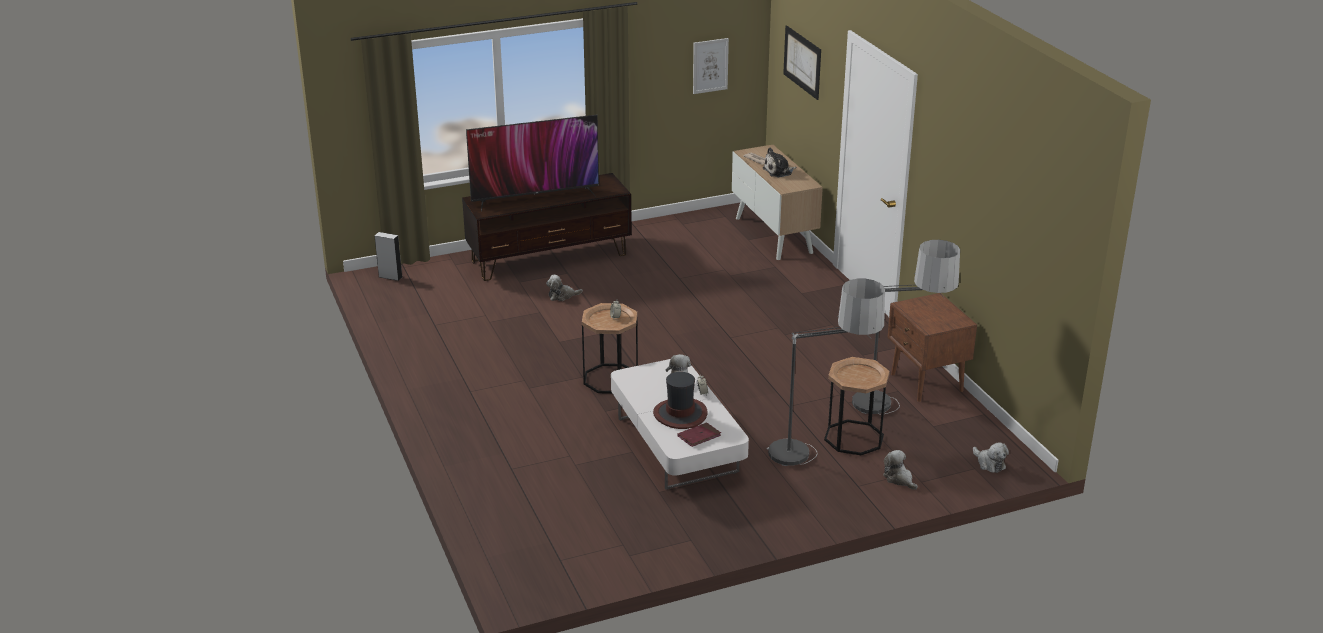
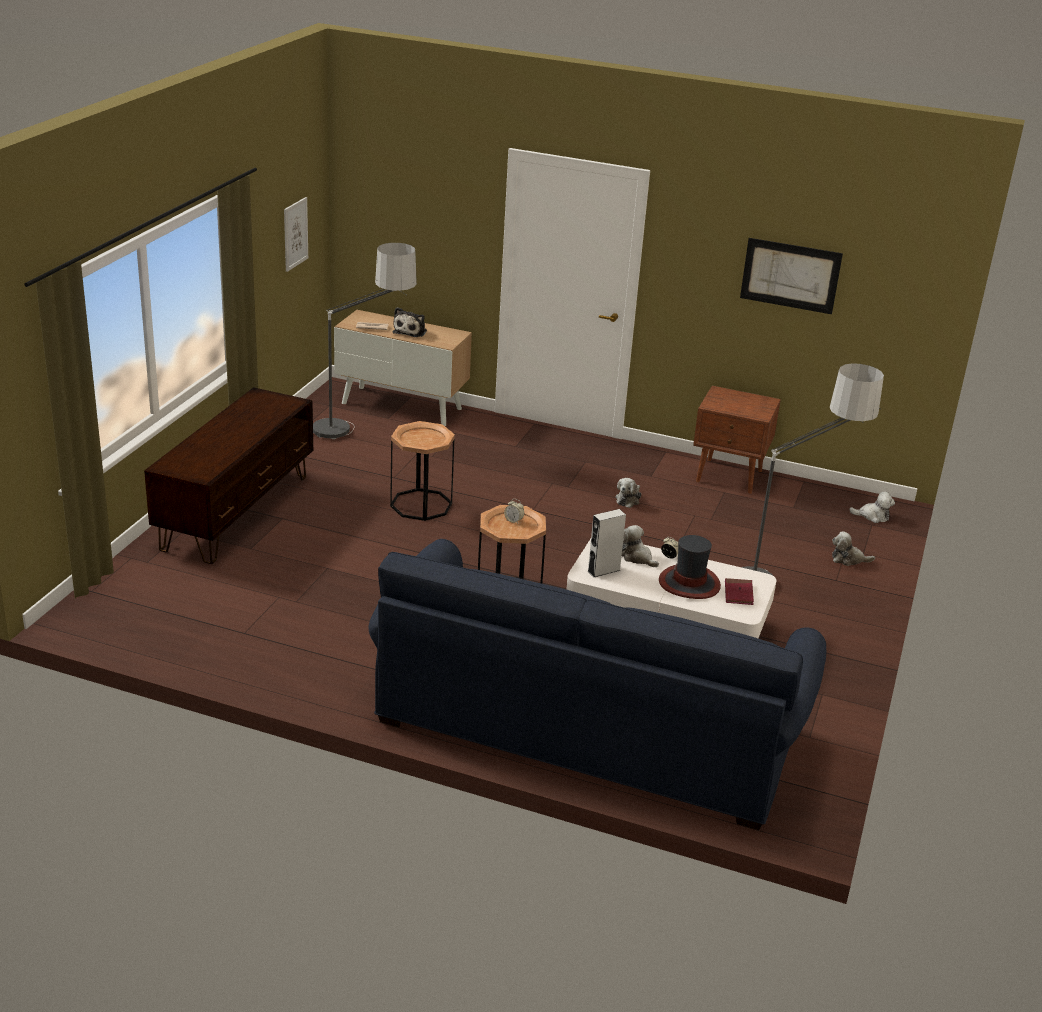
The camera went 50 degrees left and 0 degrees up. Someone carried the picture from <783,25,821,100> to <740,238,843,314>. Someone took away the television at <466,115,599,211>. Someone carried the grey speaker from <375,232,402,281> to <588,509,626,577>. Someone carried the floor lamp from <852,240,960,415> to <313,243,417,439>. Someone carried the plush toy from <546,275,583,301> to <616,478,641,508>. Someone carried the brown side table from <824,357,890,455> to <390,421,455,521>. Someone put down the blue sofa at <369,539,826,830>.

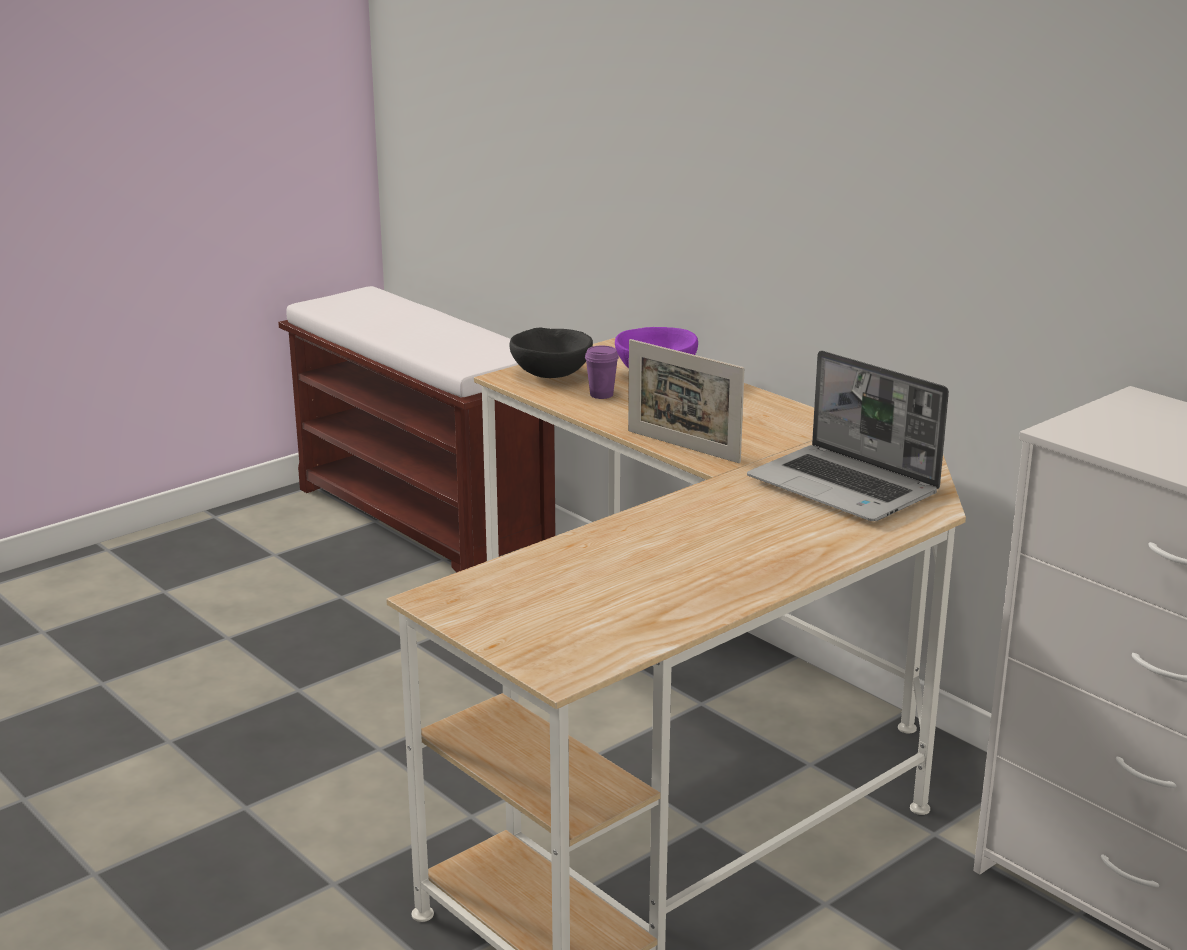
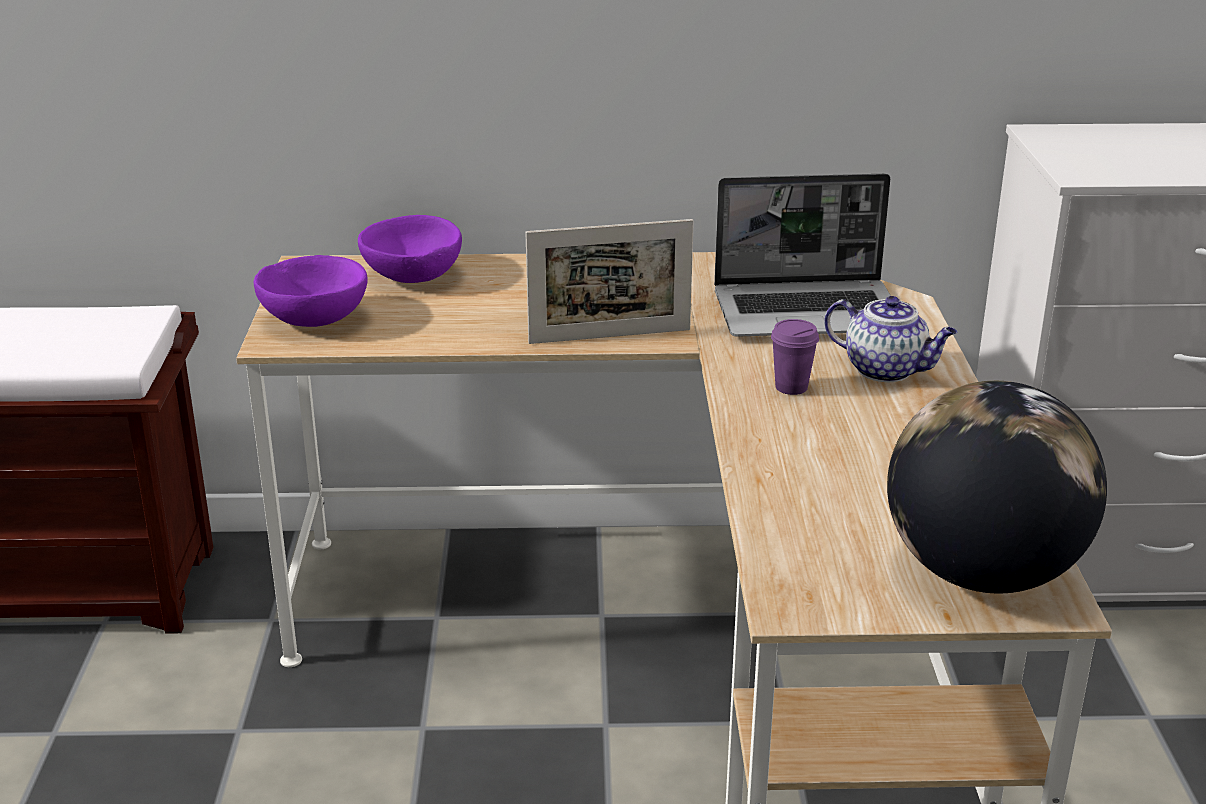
The camera went 50 degrees left and 5 degrees up. Someone repainted the black bowl at <510,328,593,378>, which became the purple bowl at <254,255,368,327>. Someone carried the purple cup from <585,346,619,399> to <771,319,819,395>. Someone put down the teapot at <824,296,957,382>. Someone put down the globe at <887,381,1107,594>.

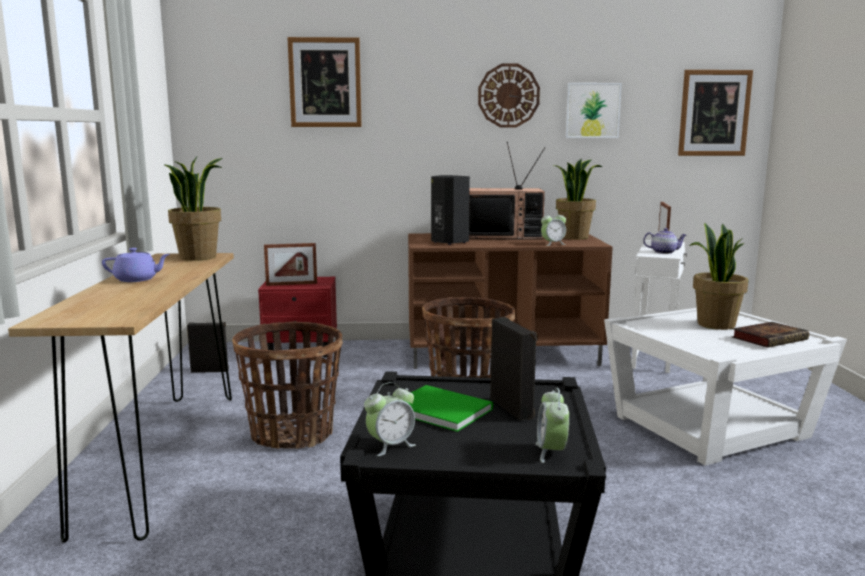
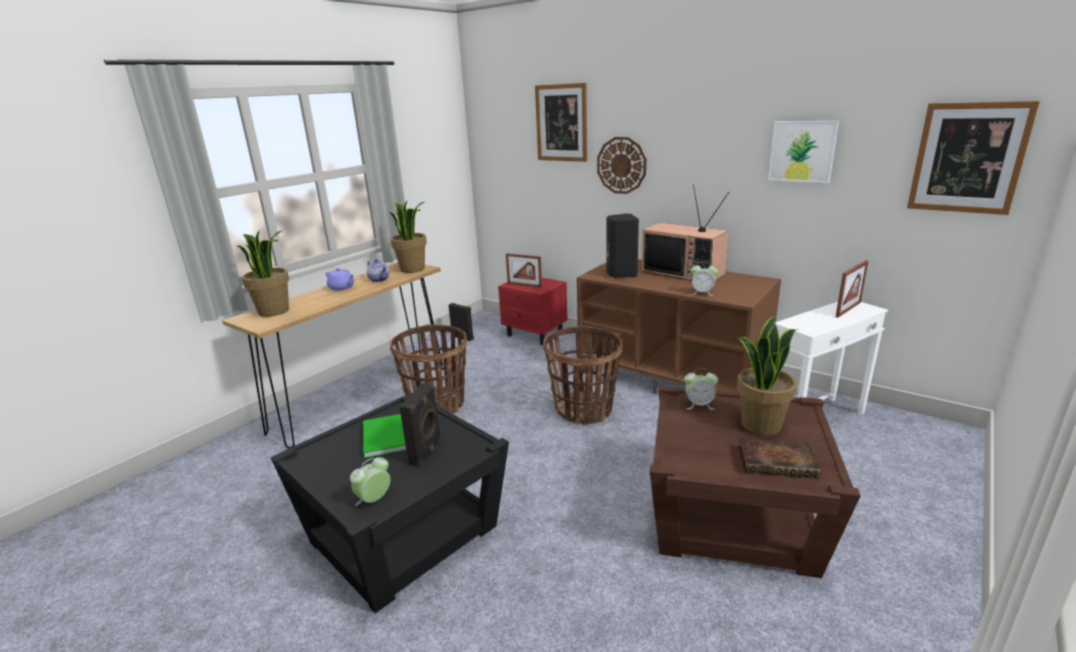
The camera went 40 degrees right and 10 degrees up. Someone carried the wall clock from <478,64,540,128> to <597,137,646,194>. Someone carried the potted plant from <554,158,602,239> to <237,230,289,317>. Someone carried the teapot from <643,228,686,254> to <366,259,389,282>. Someone repainted the white side table at <604,308,847,466>, which became the brown side table at <650,386,861,578>. Someone carried the alarm clock from <364,382,416,456> to <684,368,718,410>.

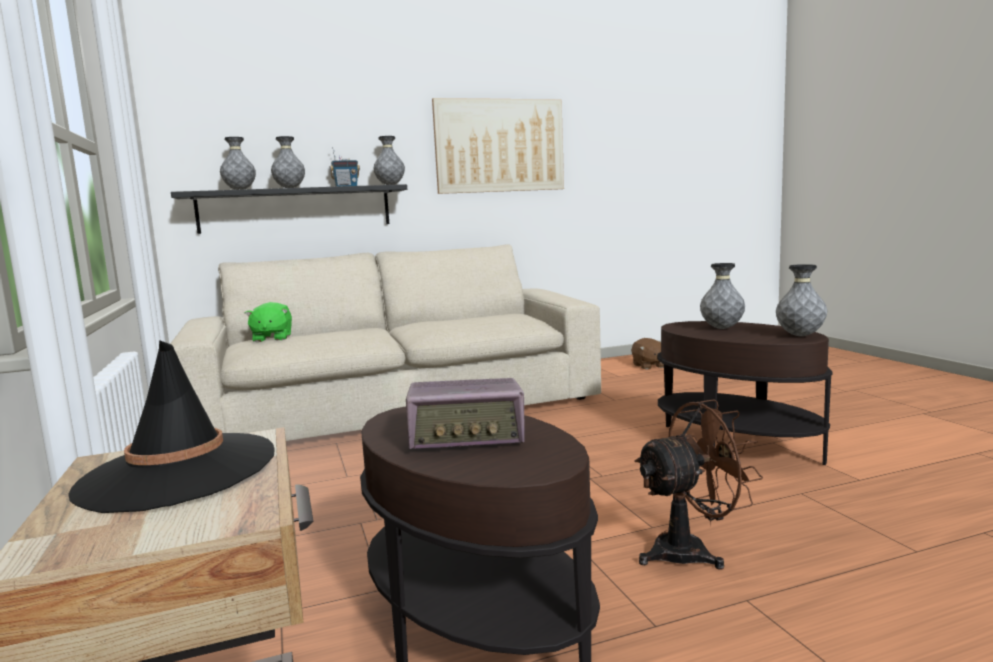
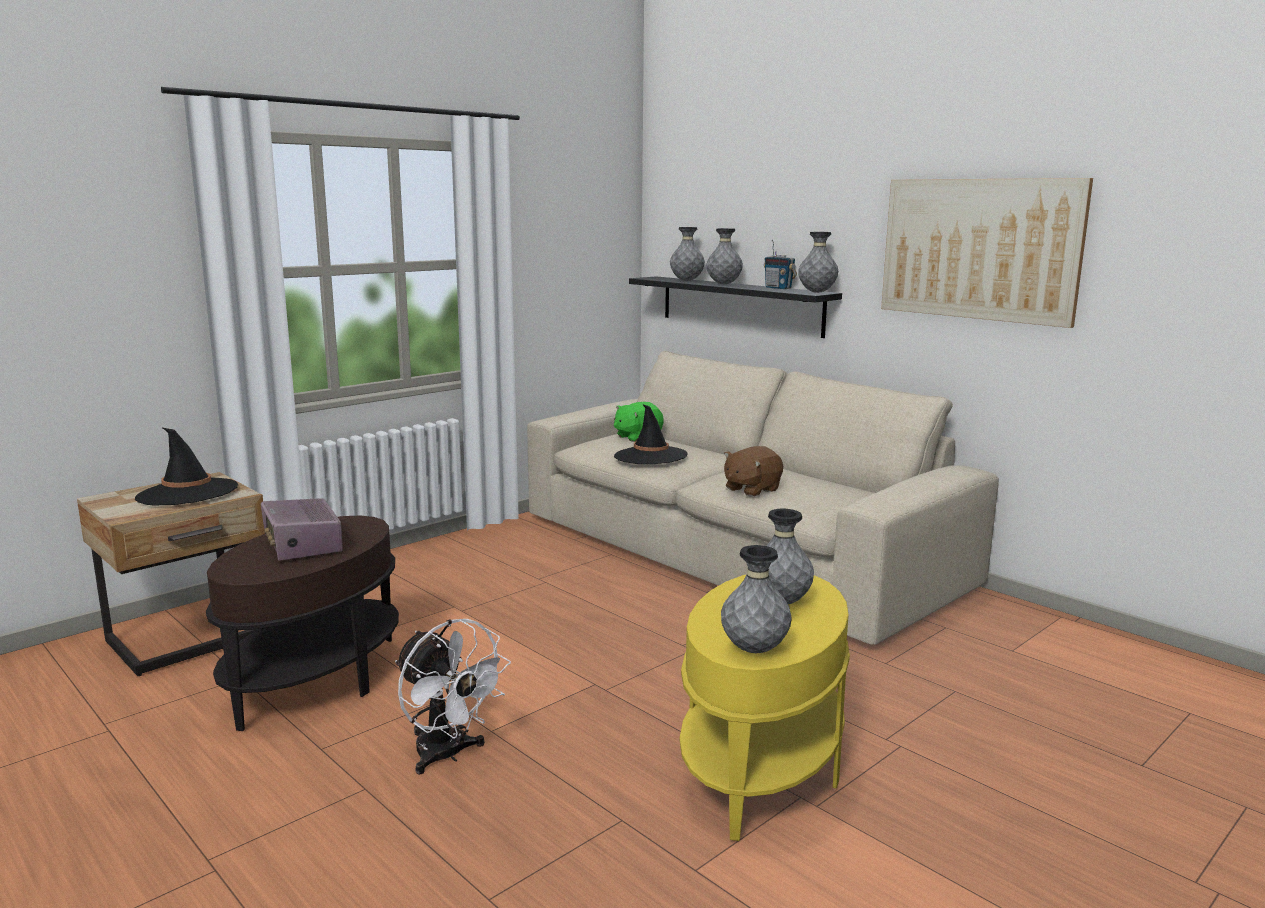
The camera went 65 degrees right and 5 degrees up. Someone repainted the brown side table at <658,321,833,465>, which became the yellow side table at <680,575,850,841>. Someone carried the brown plush toy from <631,338,664,370> to <724,446,783,497>. Someone repainted the brown fan at <634,399,763,570>, which became the white fan at <395,619,511,775>. Someone put down the black hat at <614,404,688,464>.

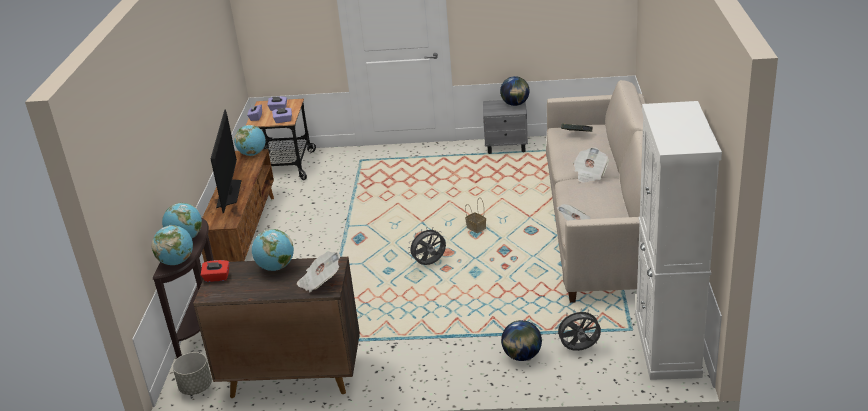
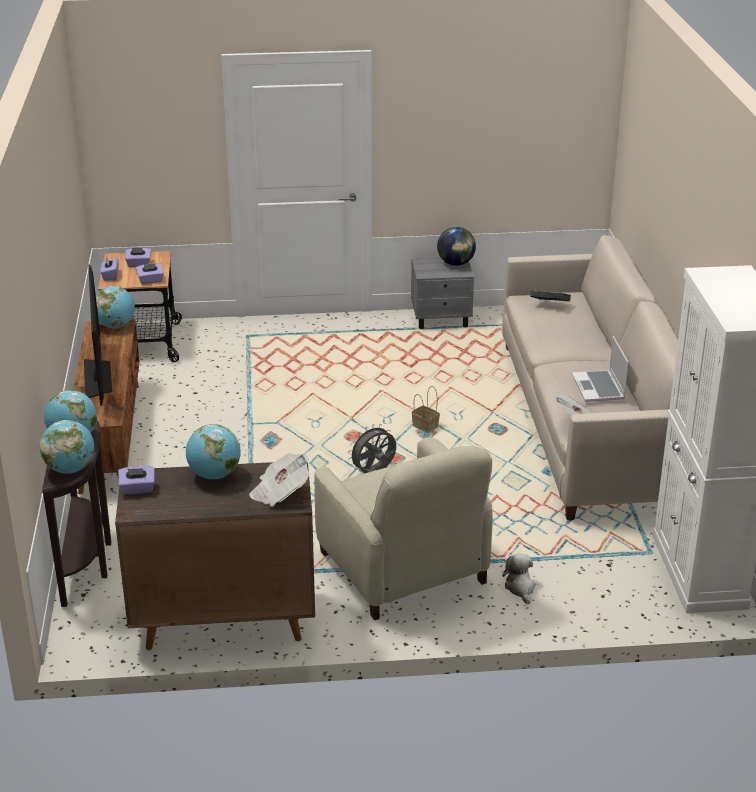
The camera went 10 degrees left and 0 degrees up. Someone took away the newspaper at <573,147,609,183>. Someone repainted the red tissue box at <201,260,229,282>, which became the purple tissue box at <118,466,155,495>. Someone took away the grey fan at <555,308,601,351>. Someone swapped the globe at <501,320,542,361> for the plush toy at <502,554,536,604>. Someone took away the grey planter at <172,352,212,395>. Someone put down the laptop at <572,336,628,402>. Someone put down the beige armchair at <314,437,493,620>.

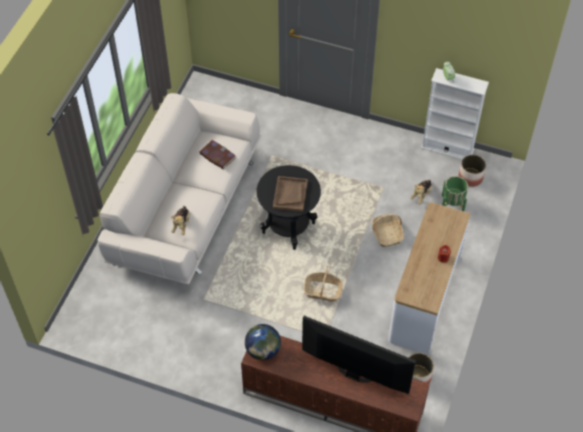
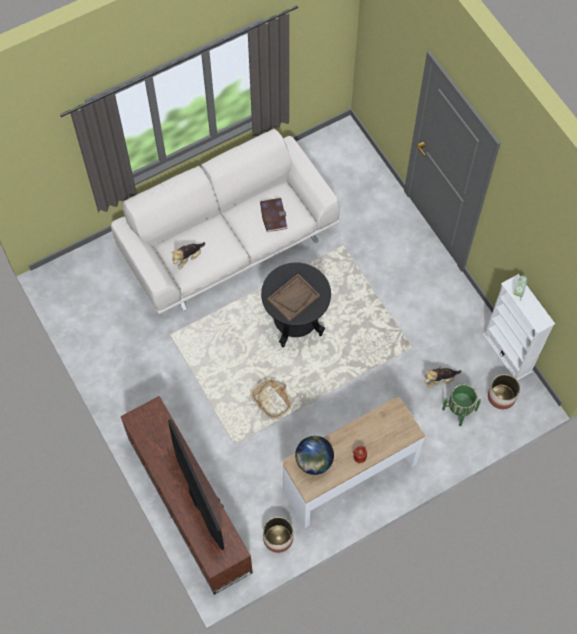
The camera went 40 degrees right and 10 degrees up. Someone took away the basket at <372,214,404,247>. Someone carried the globe from <245,324,281,360> to <295,436,334,475>.

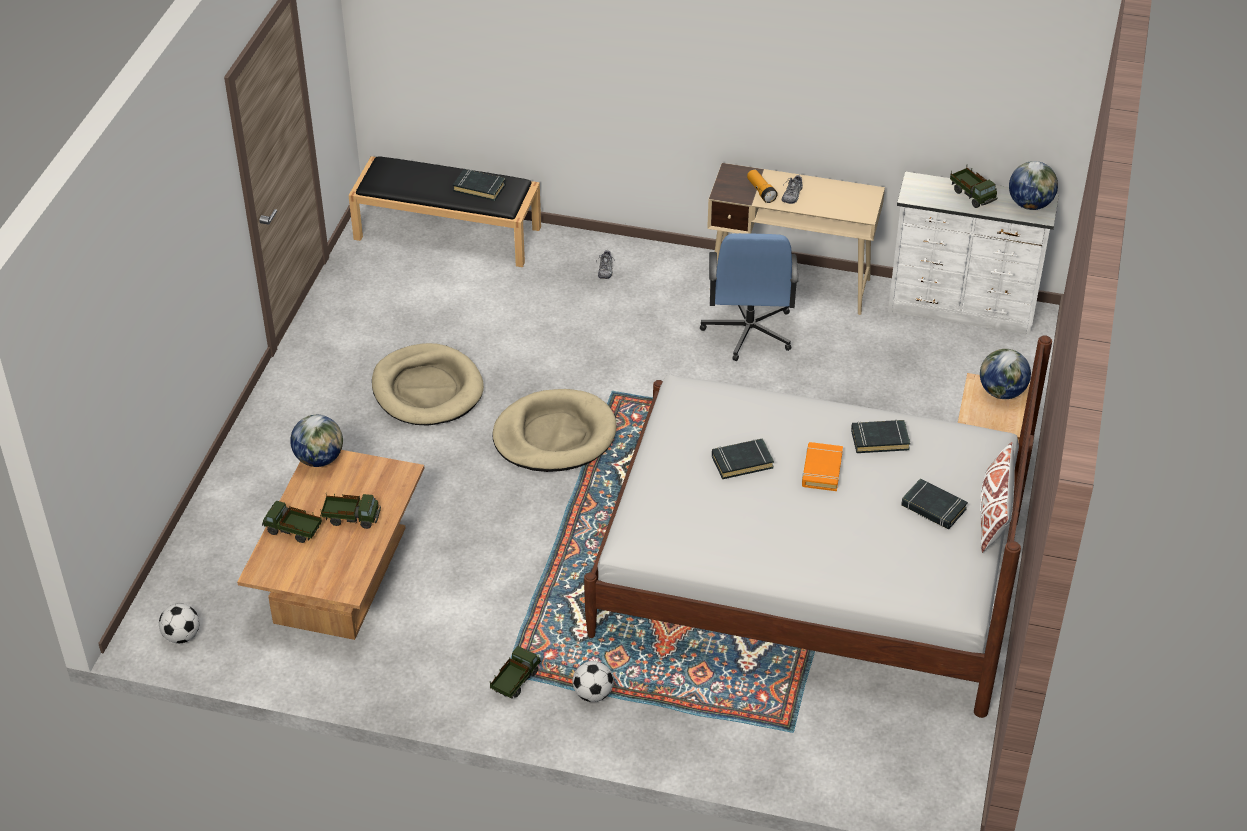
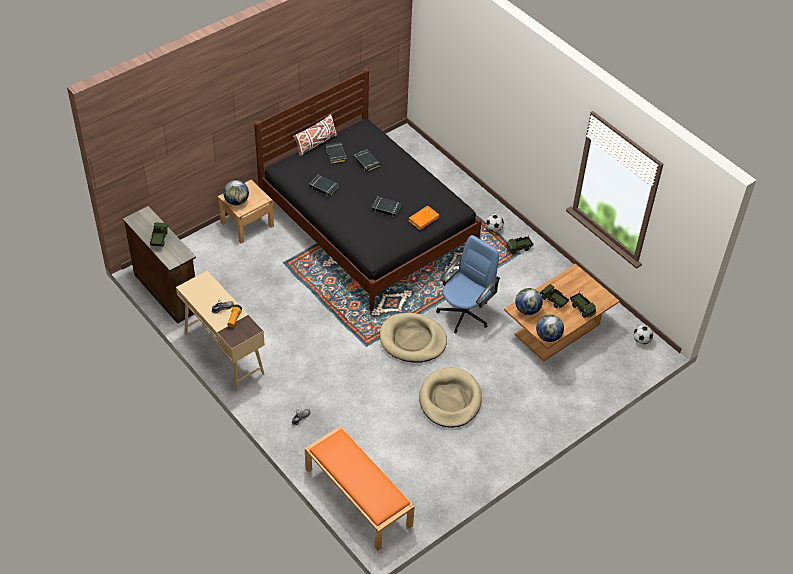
The camera went 145 degrees left and 5 degrees up. Someone repainted the black bench at <348,156,541,267>, which became the orange bench at <305,426,415,551>. Someone carried the globe from <1009,161,1058,210> to <515,288,543,315>. Someone carried the black book from <453,169,506,201> to <354,149,381,173>. Someone repainted the white dresser at <888,172,1059,335>, which became the brown dresser at <123,206,196,324>. Someone carried the blue office chair from <700,233,798,361> to <436,235,500,334>. Someone repainted the white bed at <584,335,1052,718>, which became the black bed at <254,68,482,311>. Someone carried the orange book from <802,442,843,491> to <409,206,439,230>.

